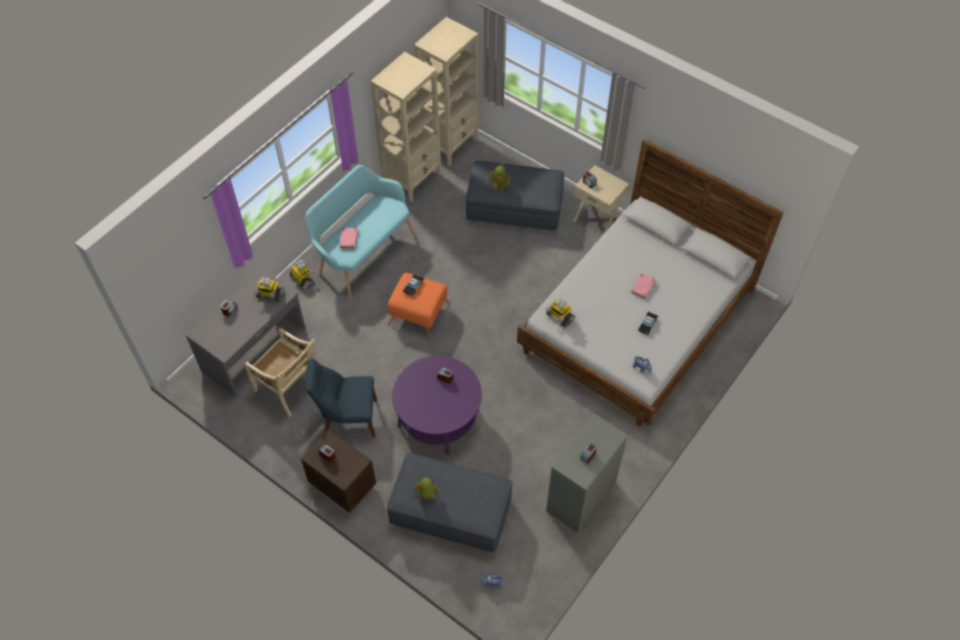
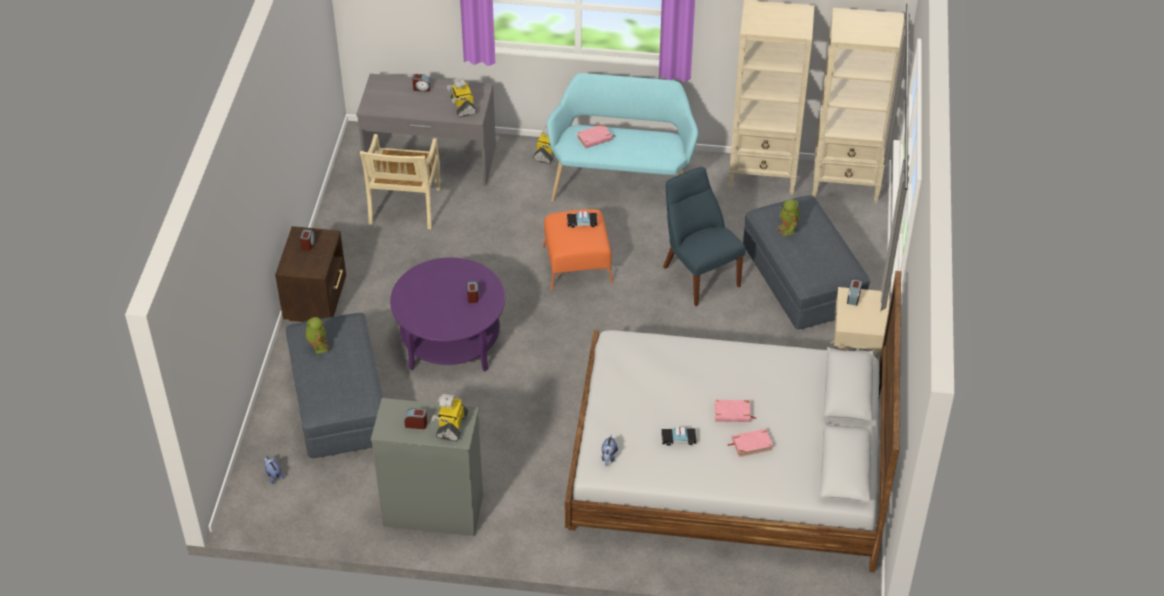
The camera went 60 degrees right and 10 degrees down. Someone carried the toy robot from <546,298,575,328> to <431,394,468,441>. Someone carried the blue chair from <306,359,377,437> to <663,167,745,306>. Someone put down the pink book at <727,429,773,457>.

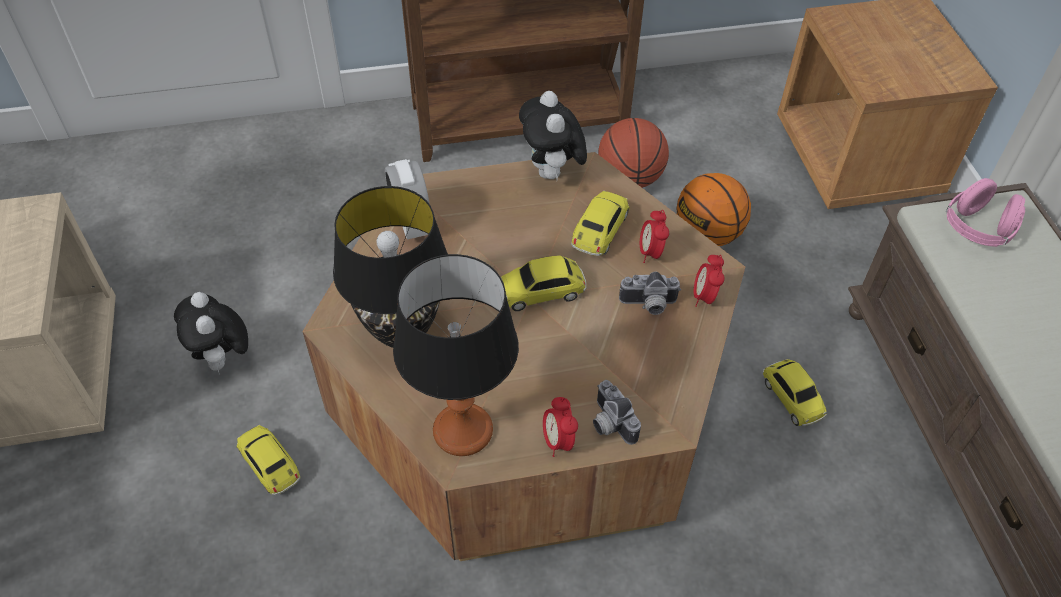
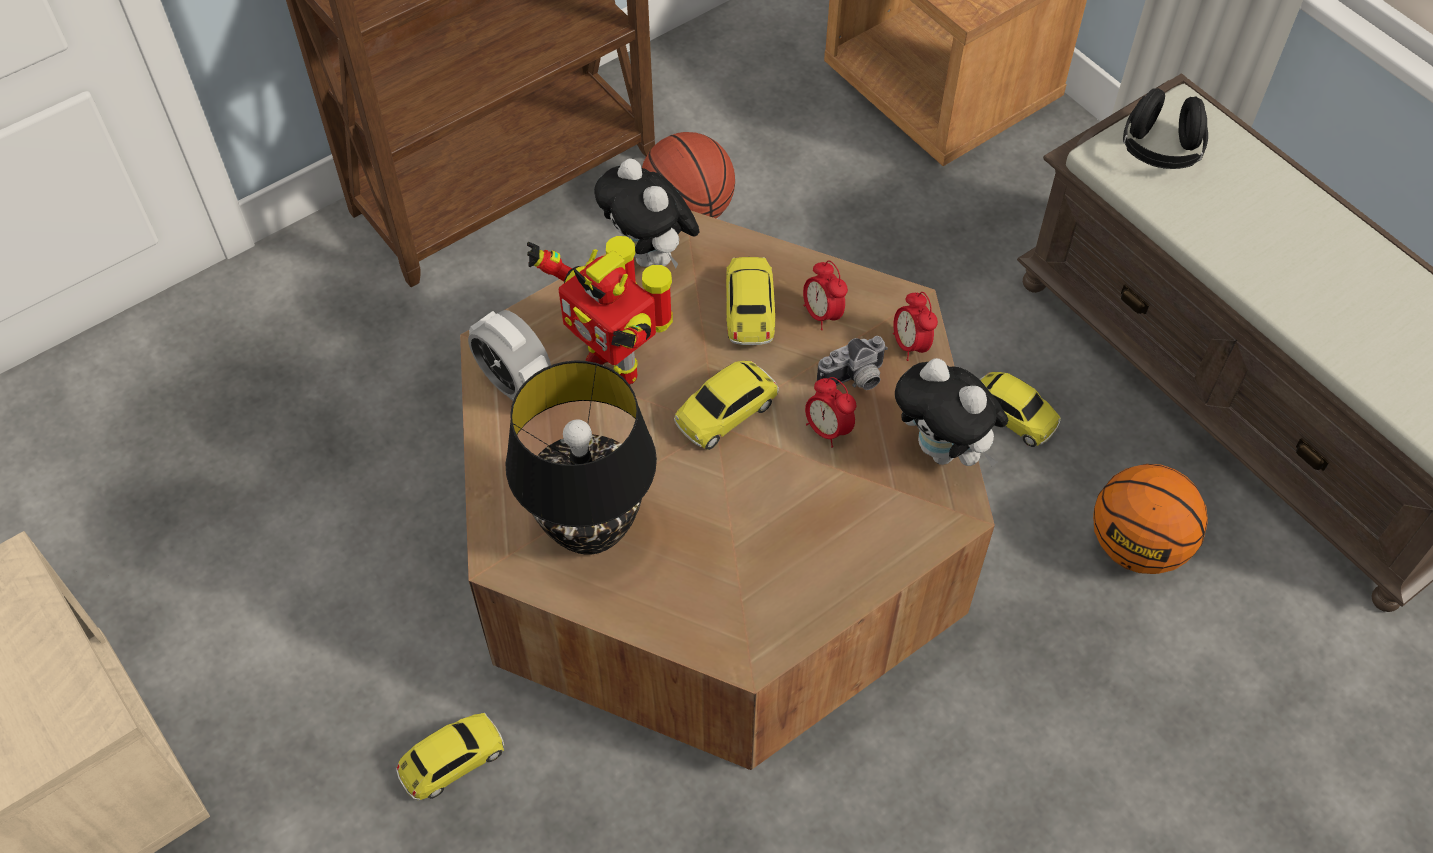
The camera went 25 degrees left and 5 degrees up. Someone carried the basketball from <677,173,751,246> to <1093,464,1208,574>. Someone repainted the pink headphones at <946,178,1025,247>, which became the black headphones at <1123,88,1208,169>. Someone took away the table lamp at <393,254,519,456>. Someone carried the plush toy from <174,292,248,374> to <895,358,1008,466>. Someone took away the photo camera at <593,380,641,445>. Someone carried the alarm clock from <543,397,578,457> to <805,377,856,448>. Someone rotated the toy car at <236,425,301,495> by 120 degrees clockwise. Someone put down the toy robot at <527,236,673,384>.

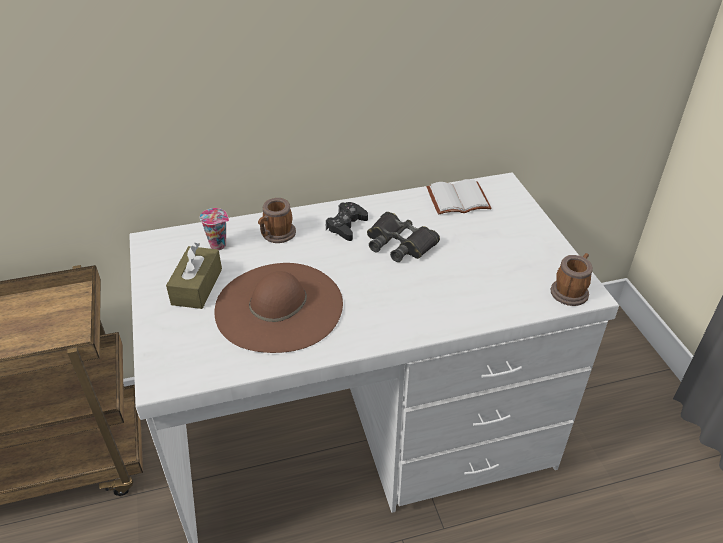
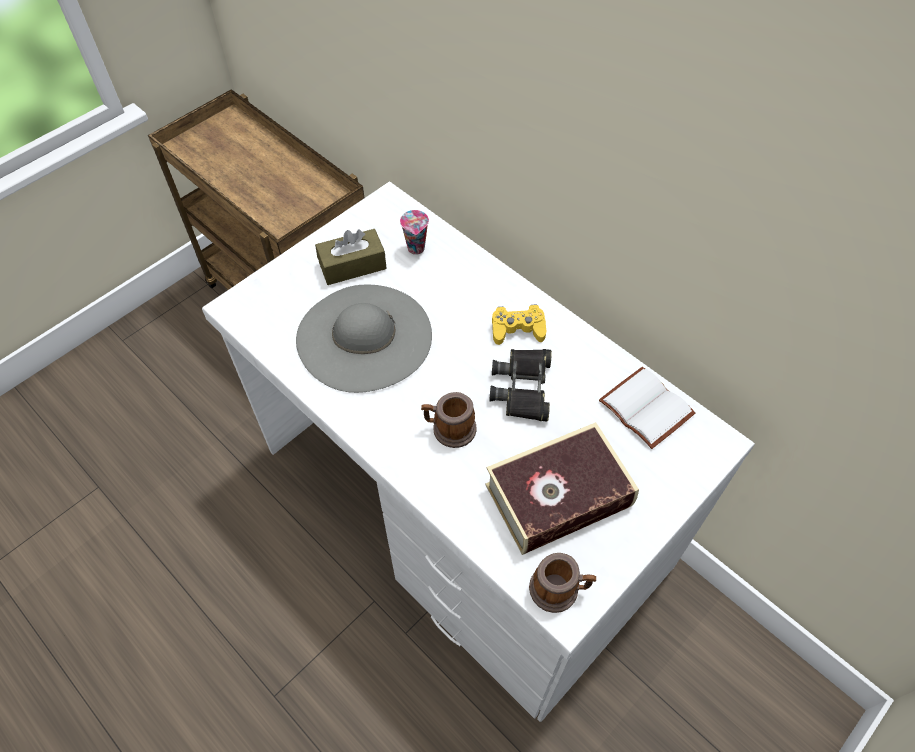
The camera went 60 degrees right and 15 degrees up. Someone carried the mug from <258,198,296,243> to <421,392,477,448>. Someone repainted the black game controller at <326,202,368,241>, which became the yellow game controller at <492,305,546,345>. Someone repainted the brown hat at <215,263,343,353>, which became the grey hat at <296,284,432,393>. Someone put down the book at <485,422,639,555>.

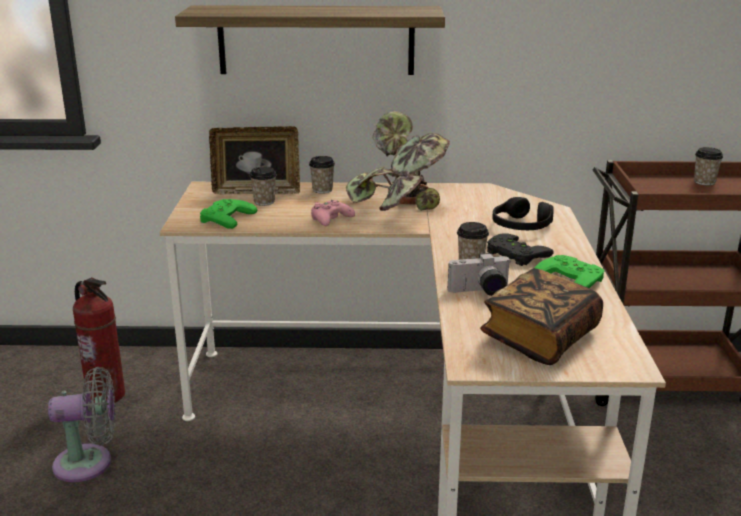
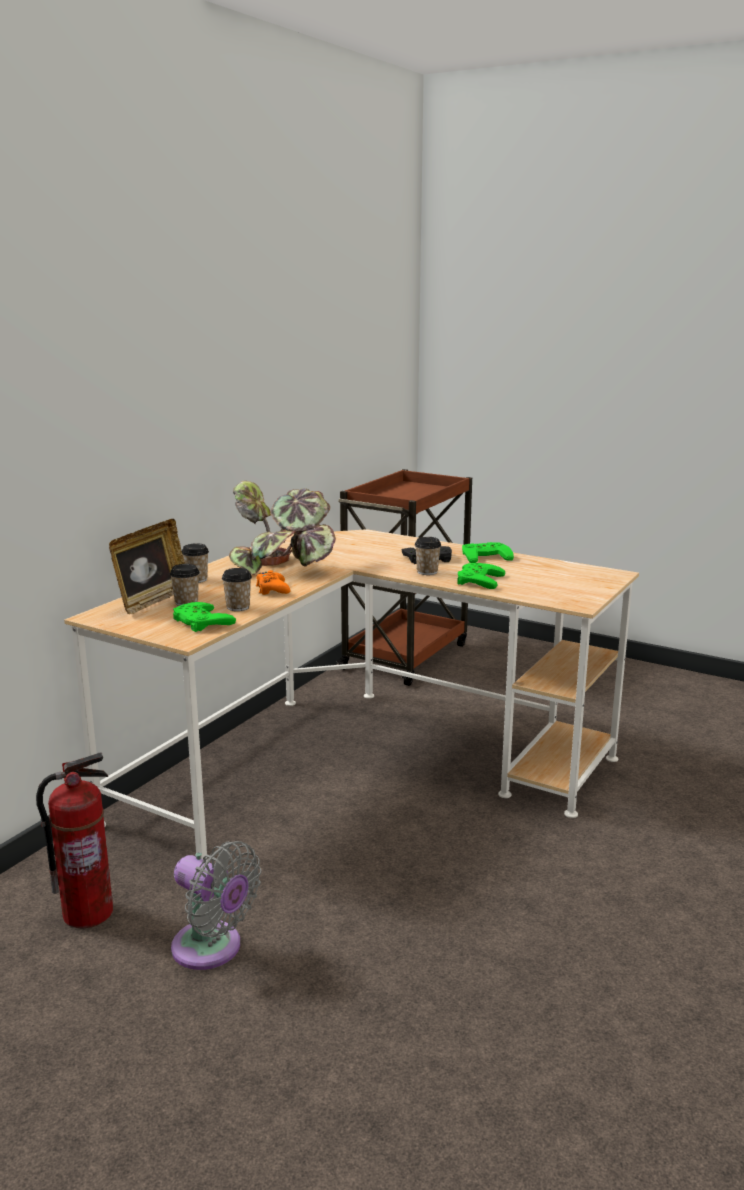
The camera went 60 degrees left and 5 degrees down. Someone took away the shelf at <175,6,445,75>. Someone carried the cup from <694,147,723,186> to <222,568,252,611>. Someone took away the black headphones at <492,197,554,230>. Someone repainted the pink game controller at <311,200,355,226>, which became the orange game controller at <256,570,290,595>. Someone swapped the photo camera at <448,253,510,296> for the green game controller at <457,563,505,589>. Someone took away the book at <480,268,603,365>. Someone rotated the grey fan at <48,367,115,482> by 105 degrees clockwise.

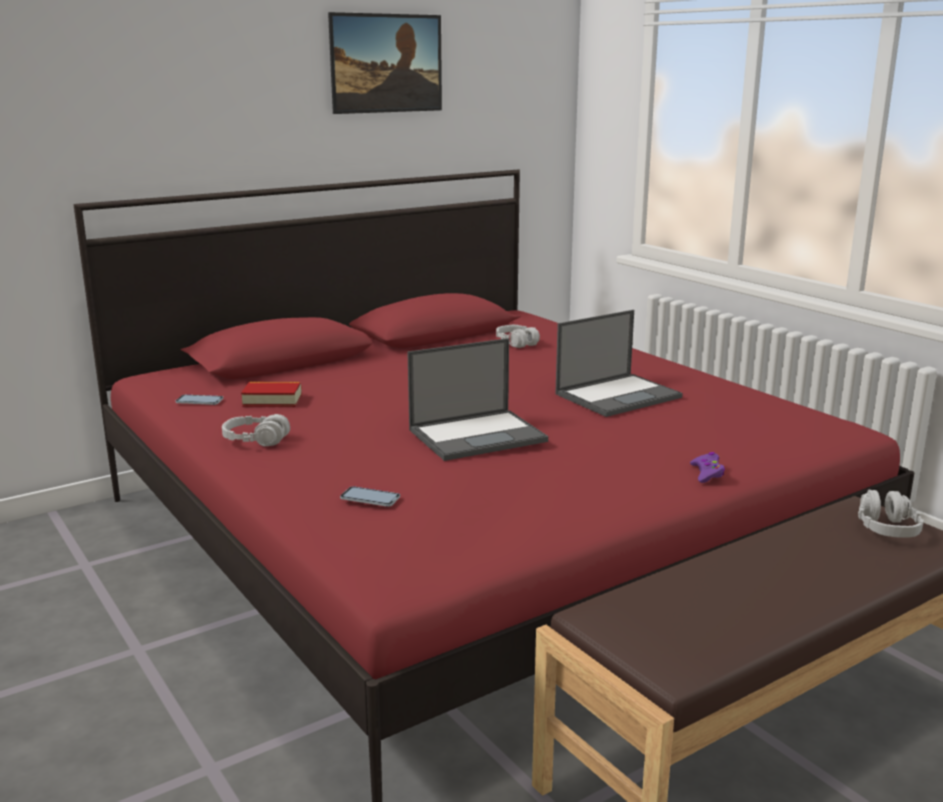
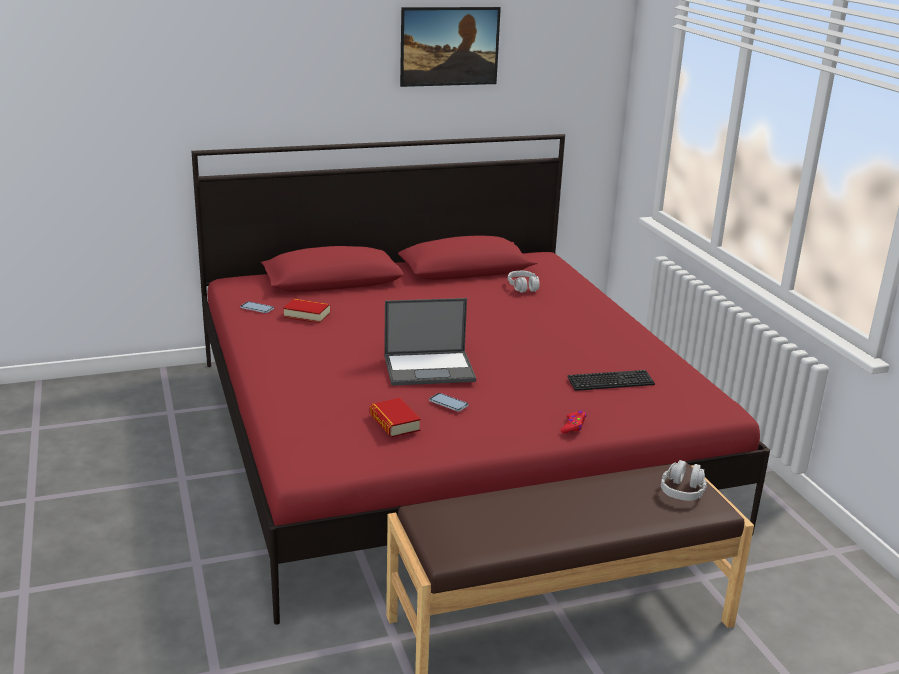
The camera went 15 degrees right and 5 degrees up. Someone took away the laptop at <555,310,683,417>. Someone took away the grey headphones at <222,414,290,446>. Someone repainted the purple game controller at <690,452,725,483>, which became the red game controller at <560,411,586,433>. Someone carried the phone from <340,486,400,507> to <429,393,469,412>. Someone put down the keyboard at <567,370,655,391>. Someone put down the book at <370,398,421,437>.

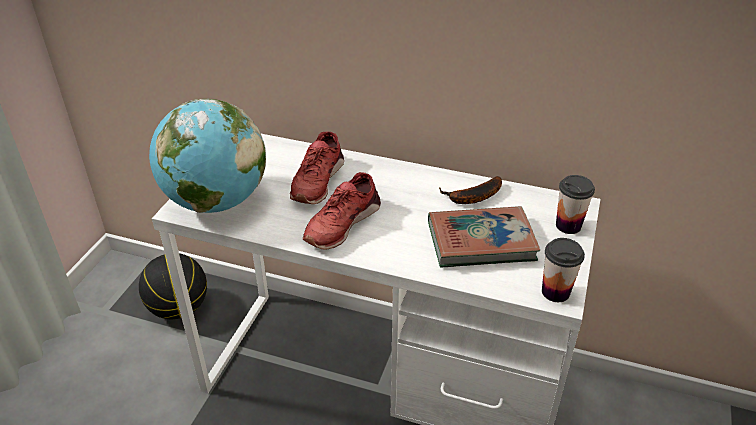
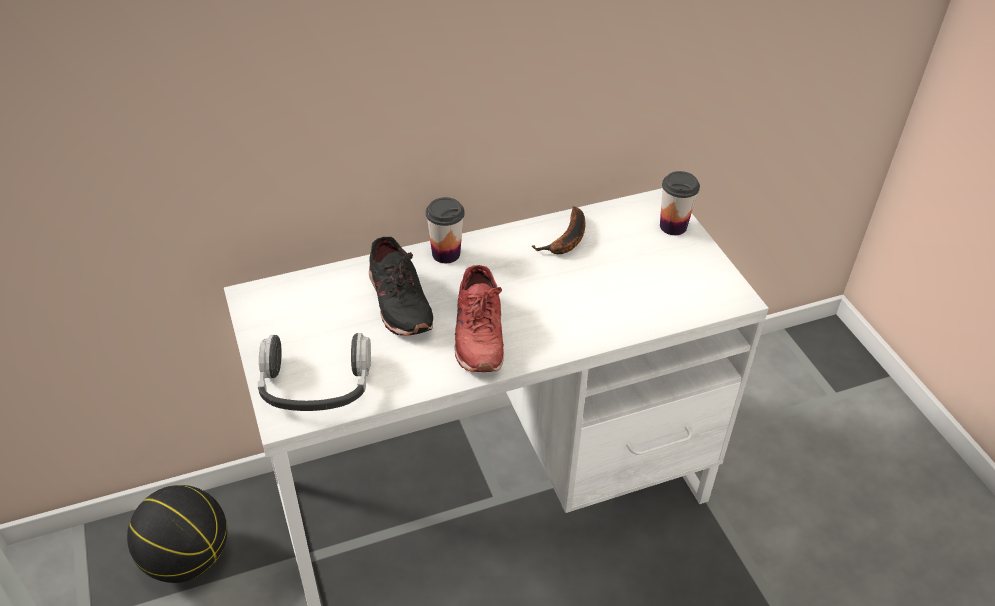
The camera went 40 degrees left and 5 degrees up. Someone swapped the globe at <149,99,266,213> for the headphones at <258,333,371,411>. Someone repainted the red shoe at <290,131,344,204>, which became the black shoe at <369,237,433,336>. Someone took away the book at <428,206,540,268>. Someone carried the cup from <542,238,585,302> to <426,197,465,263>.

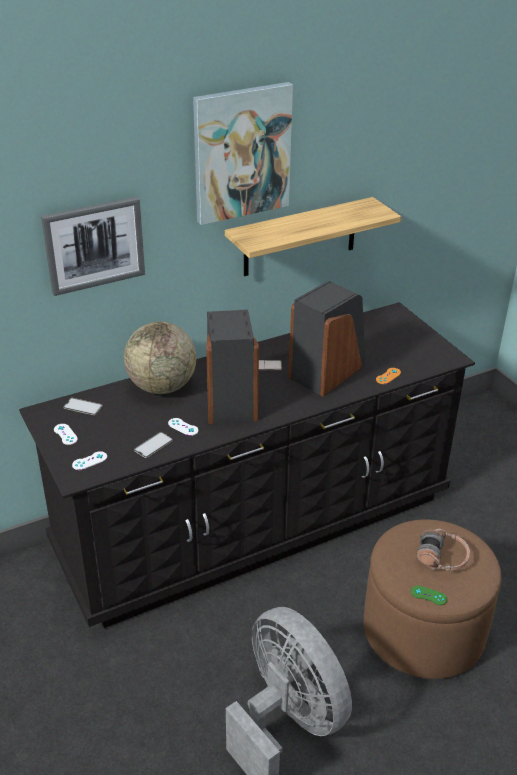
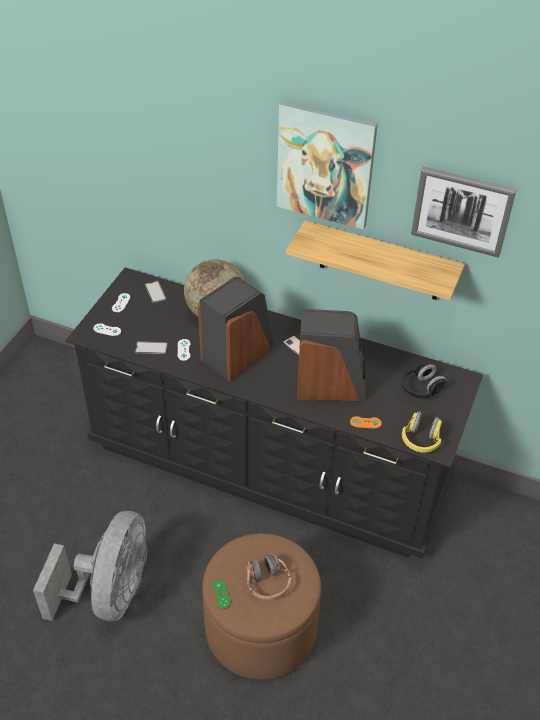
The camera went 50 degrees right and 10 degrees up. Someone carried the picture from <41,197,145,296> to <411,166,517,258>. Someone put down the black headphones at <402,364,448,399>. Someone put down the yellow headphones at <402,411,442,452>.

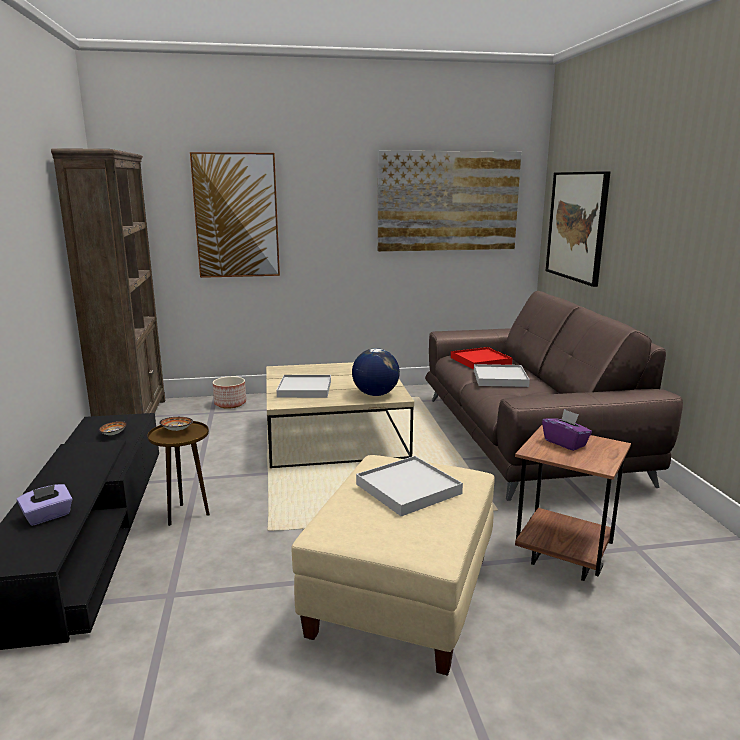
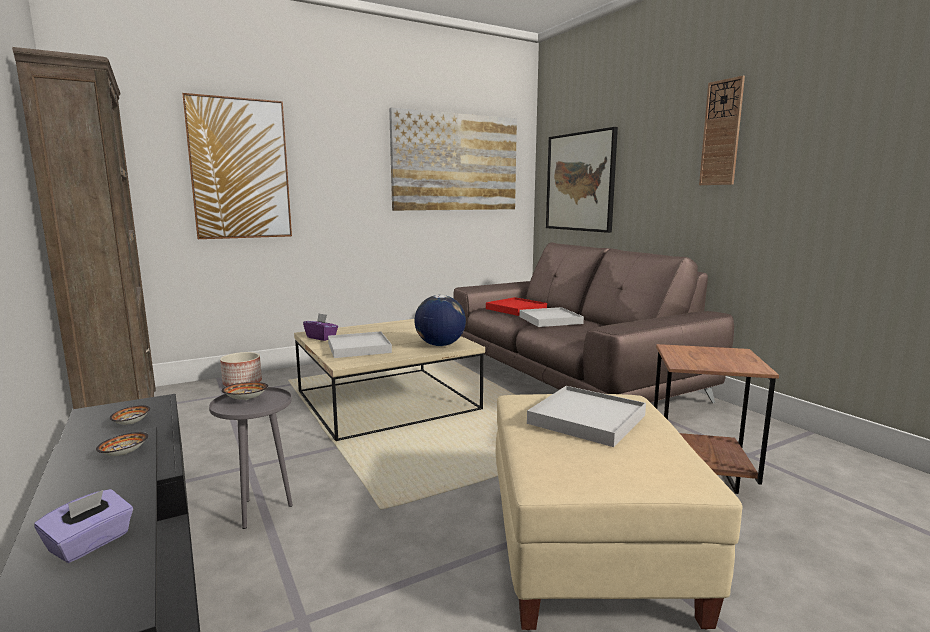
The camera went 20 degrees left and 5 degrees down. Someone carried the purple tissue box from <542,409,592,451> to <303,313,338,341>. Someone repainted the brown side table at <147,421,210,526>, which became the grey side table at <209,387,293,529>. Someone put up the wall clock at <699,76,745,185>. Someone put down the bowl at <96,432,148,456>.

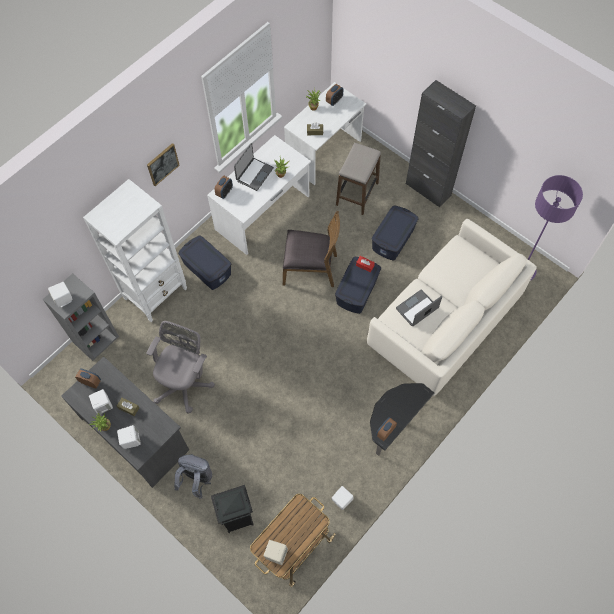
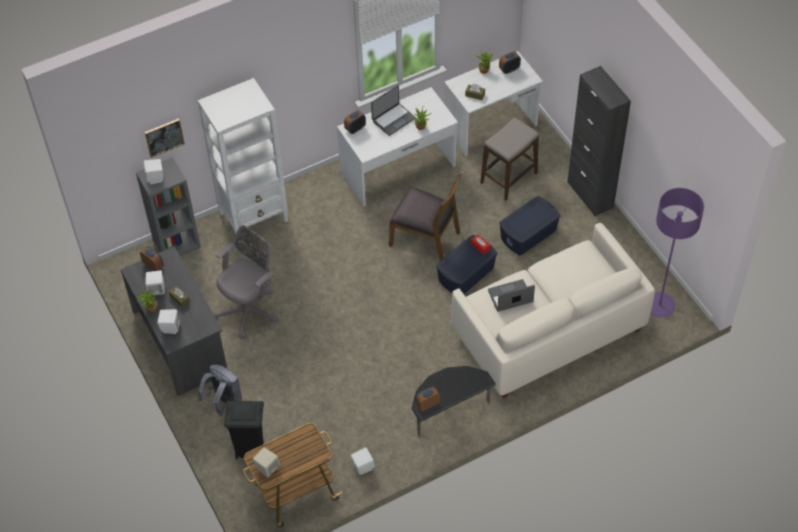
The camera went 20 degrees right and 10 degrees down. Someone carried the picture from <147,143,180,186> to <145,118,185,158>. Someone took away the blue storage box at <178,235,231,290>.

